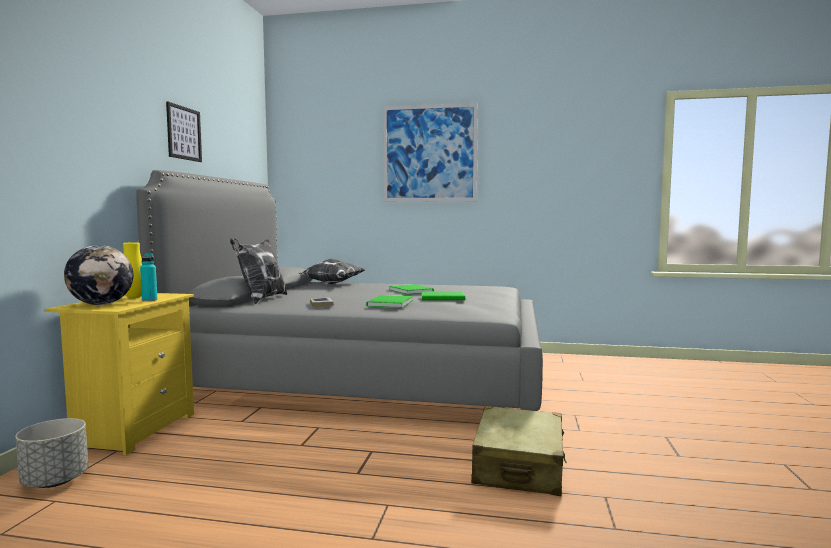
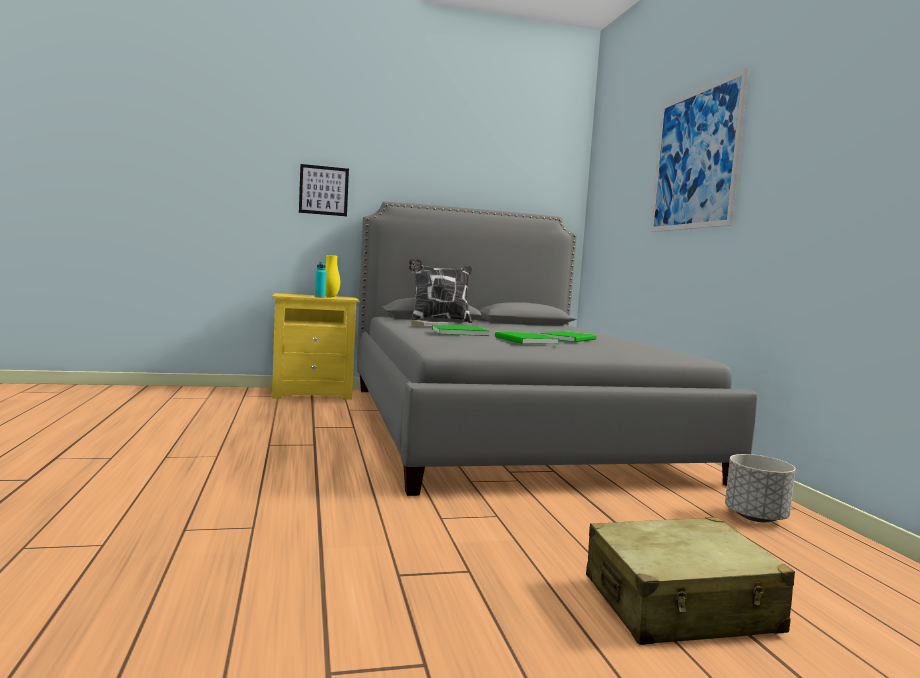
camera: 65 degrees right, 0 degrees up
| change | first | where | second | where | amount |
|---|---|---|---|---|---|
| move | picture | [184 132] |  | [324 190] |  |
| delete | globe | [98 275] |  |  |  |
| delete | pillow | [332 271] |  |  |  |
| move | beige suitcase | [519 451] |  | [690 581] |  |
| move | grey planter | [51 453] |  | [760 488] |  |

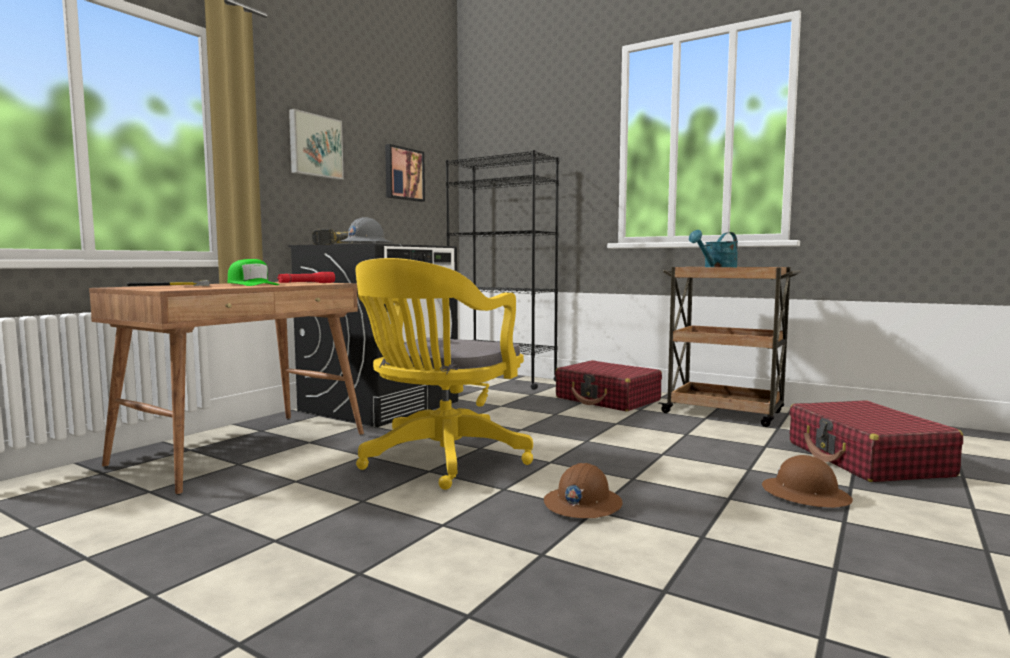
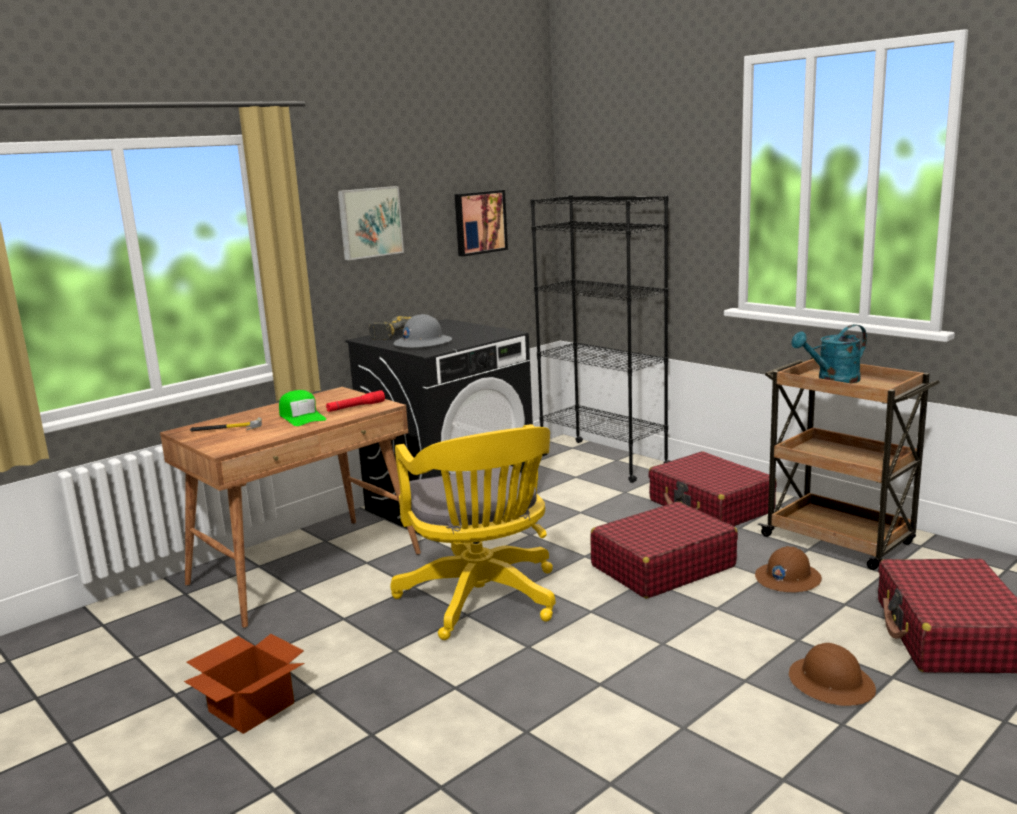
camera: 15 degrees right, 10 degrees up
| change | first | where | second | where | amount |
|---|---|---|---|---|---|
| rotate | yellow office chair | [444 374] |  | [473 532] | 60 degrees counterclockwise |
| move | brown hard hat | [583 490] |  | [788 569] |  |
| insert |  |  | red suitcase | [664 550] |  |
| insert |  |  | cardboard box | [244 684] |  |

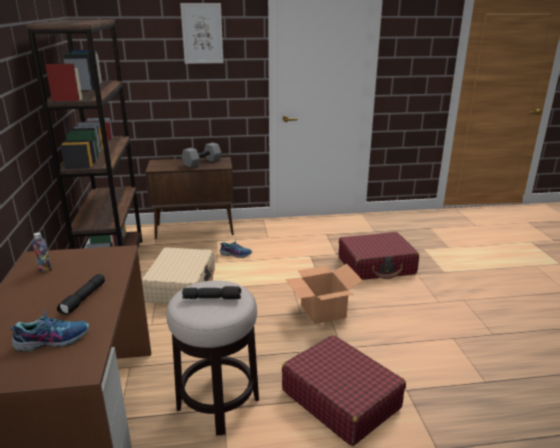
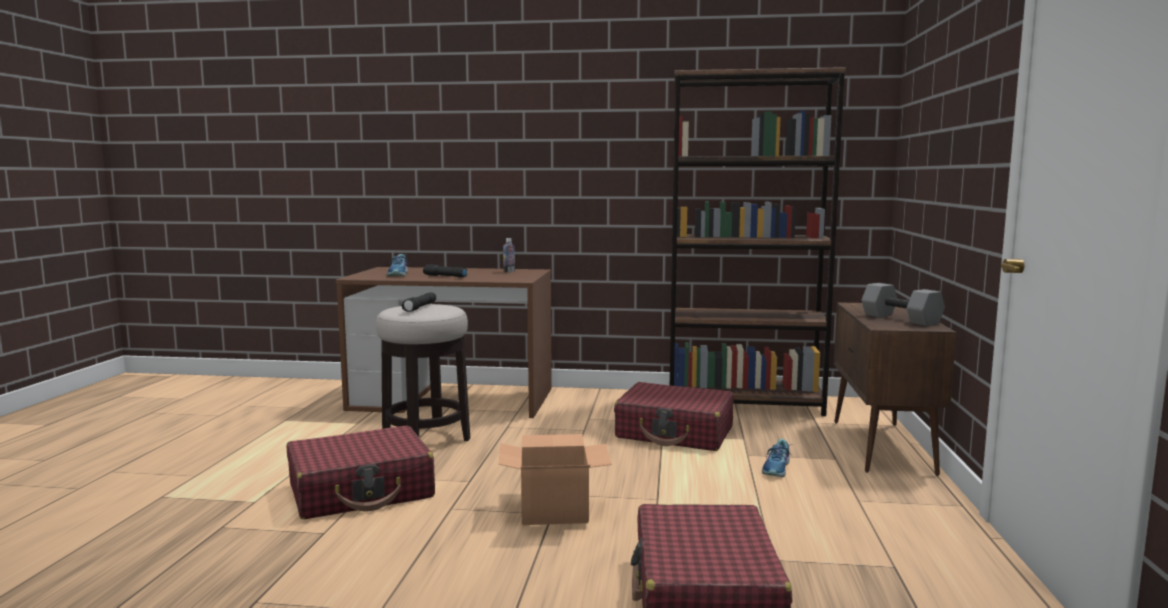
camera: 105 degrees right, 15 degrees down
| change | first | where | second | where | amount |
|---|---|---|---|---|---|
| delete | picture | [201 33] |  |  |  |
| recolor | beige suitcase | [178 275] | red suitcase | [674 416] |  |

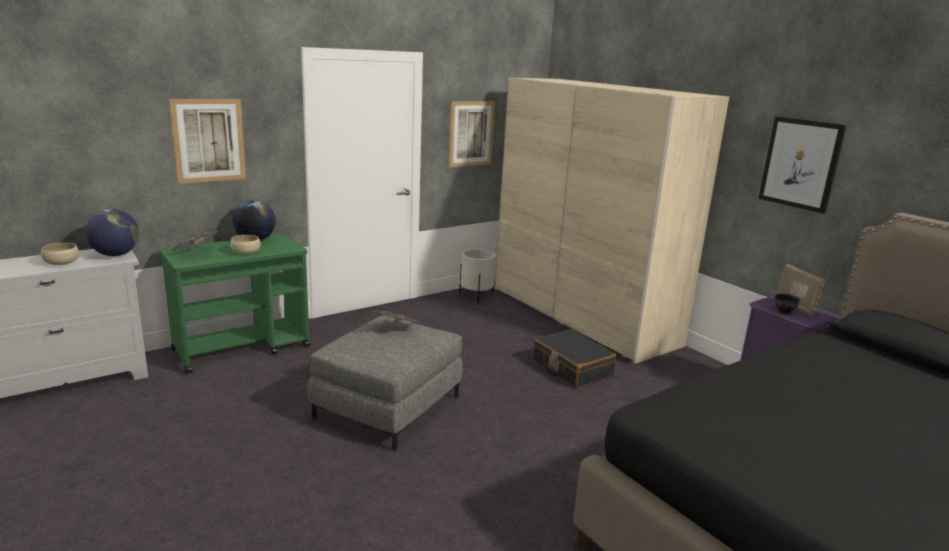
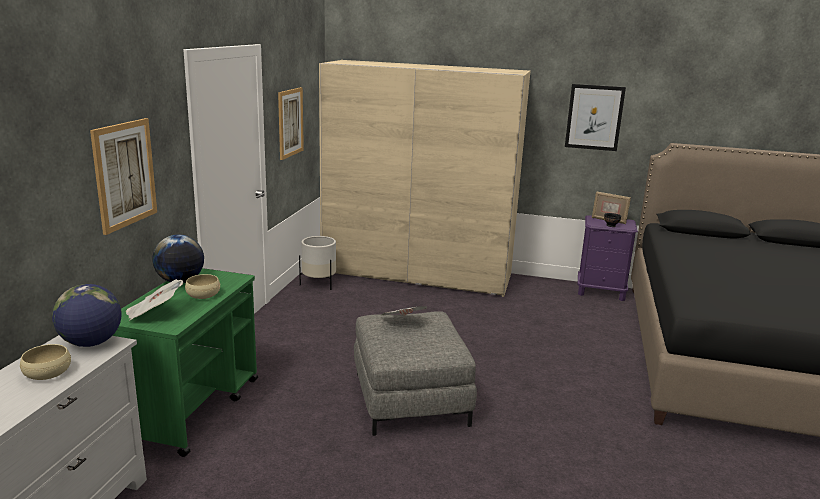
camera: 40 degrees left, 0 degrees up
| change | first | where | second | where | amount |
|---|---|---|---|---|---|
| delete | black suitcase | [575 358] |  |  |  |

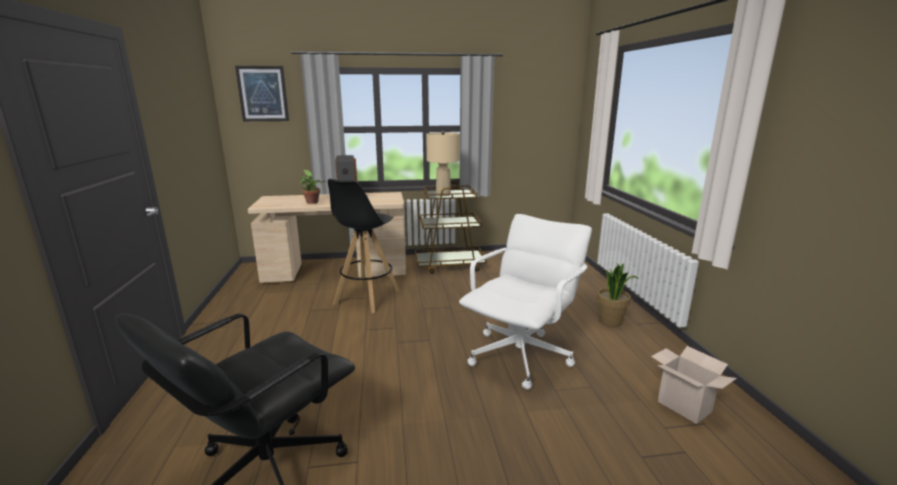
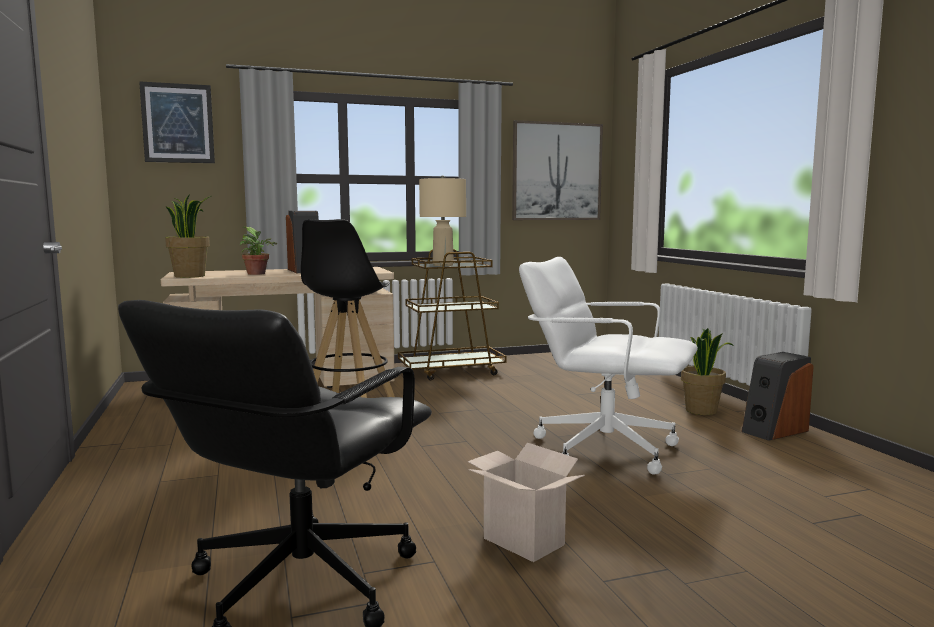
camera: 10 degrees left, 10 degrees down
| change | first | where | second | where | amount |
|---|---|---|---|---|---|
| rotate | white office chair | [525 302] |  | [608 365] | 90 degrees counterclockwise |
| move | cardboard box | [694 385] |  | [526 502] |  |
| insert |  |  | picture | [557 170] |  |
| insert |  |  | potted plant | [188 236] |  |
| insert |  |  | speaker | [777 396] |  |

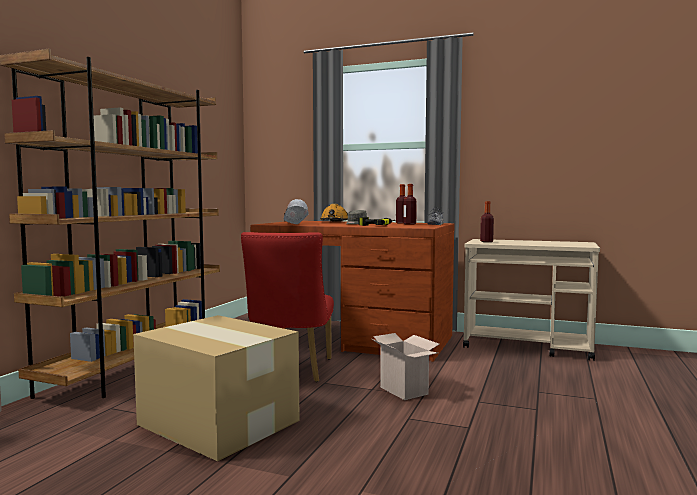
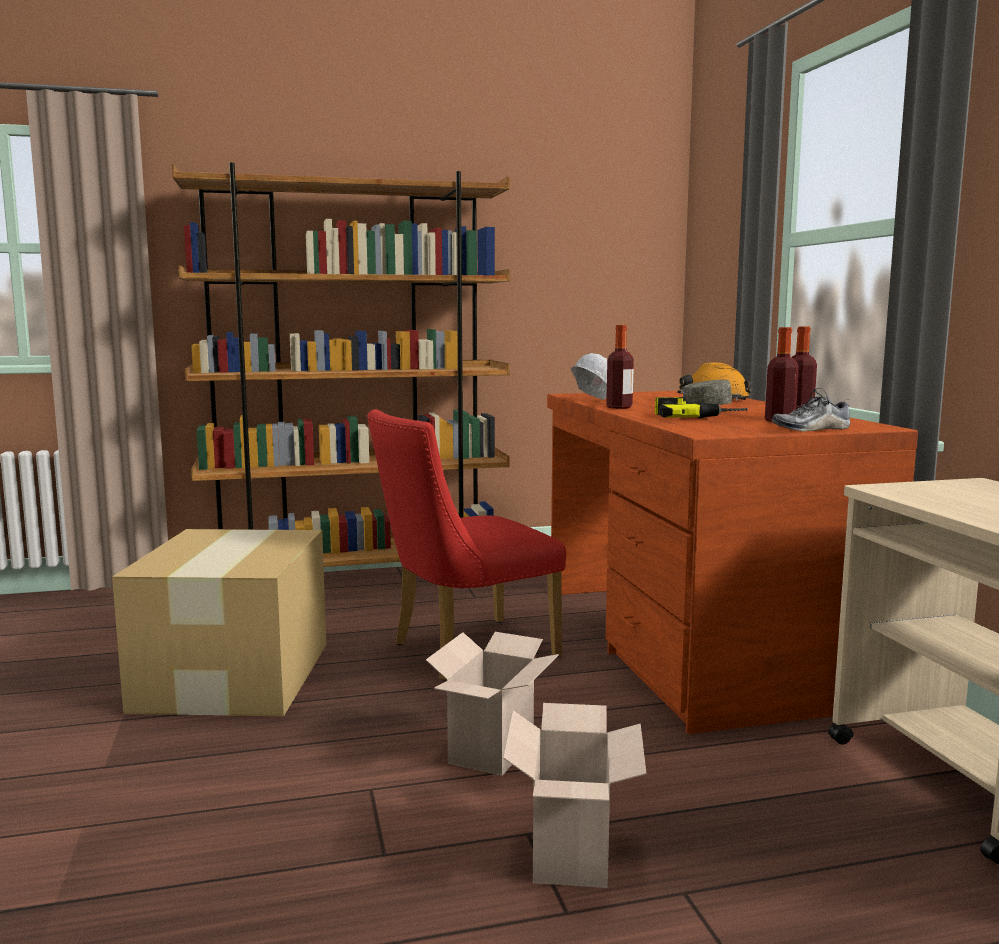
camera: 55 degrees right, 5 degrees up
| change | first | where | second | where | amount |
|---|---|---|---|---|---|
| move | bottle | [487 221] |  | [620 367] |  |
| insert |  |  | cardboard box | [574 795] |  |

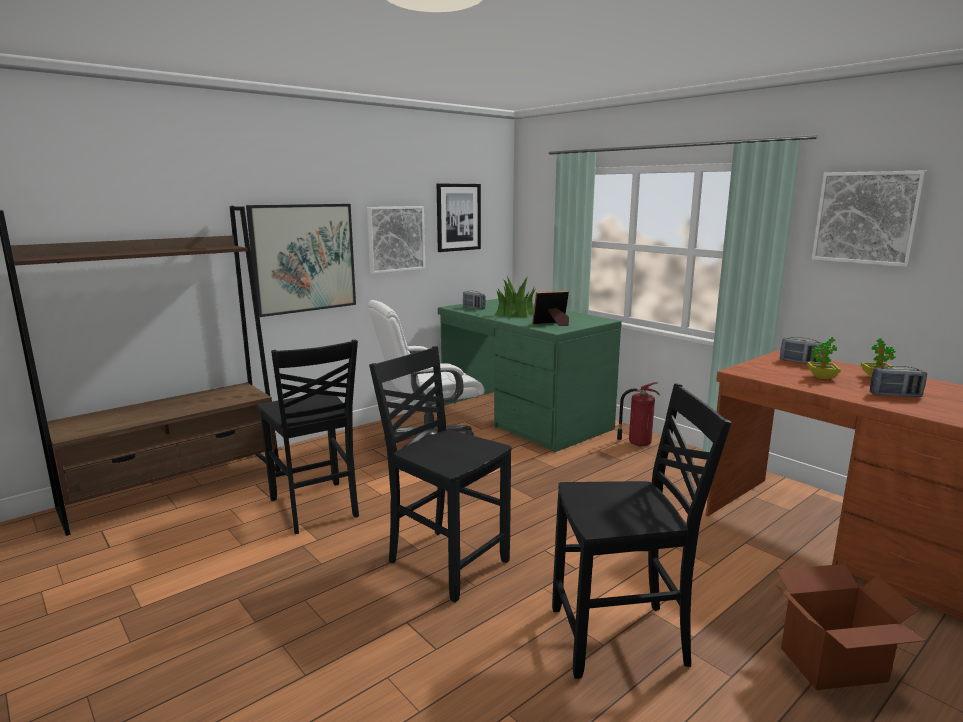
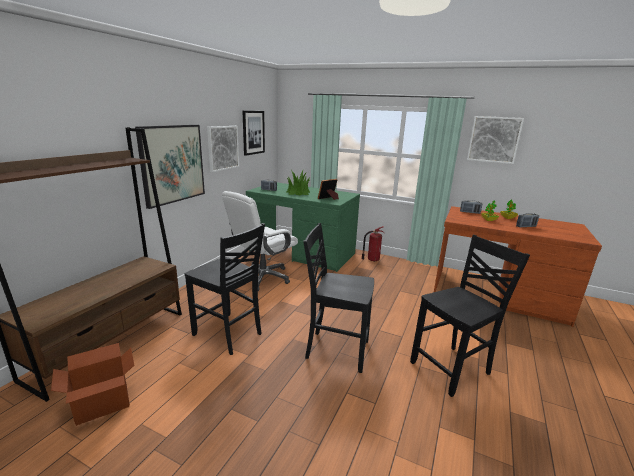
camera: 25 degrees left, 5 degrees up
| change | first | where | second | where | amount |
|---|---|---|---|---|---|
| move | cardboard box | [850 627] |  | [92 384] |  |

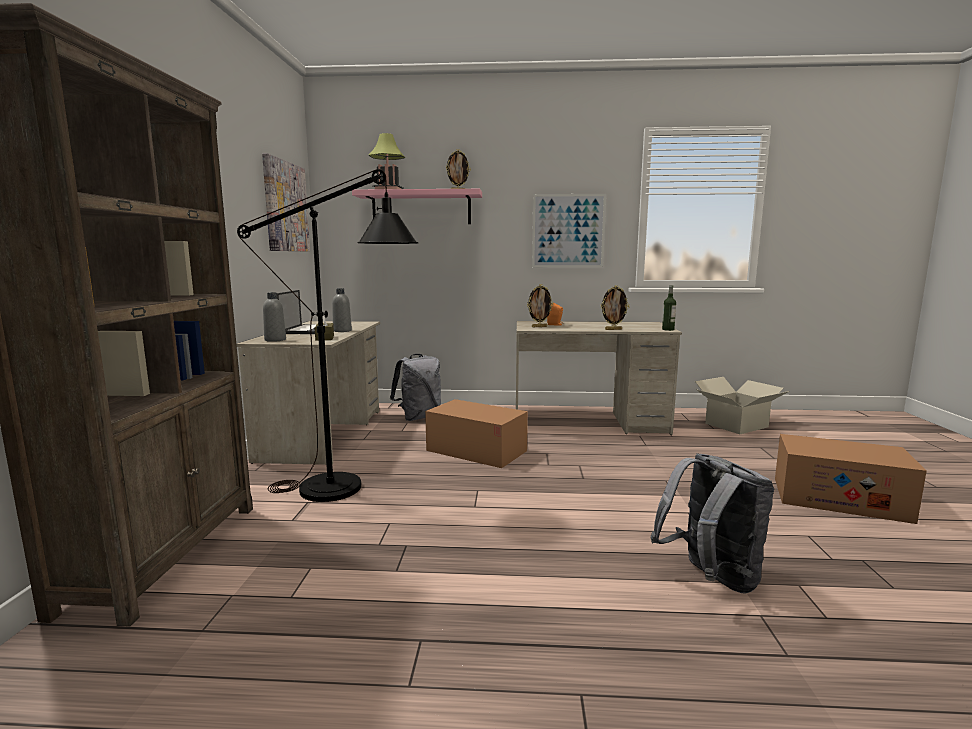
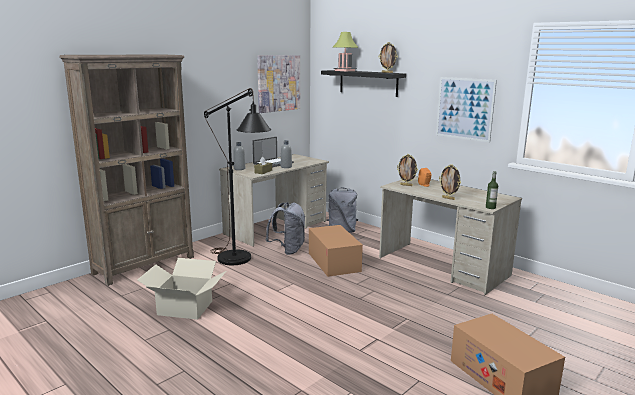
camera: 40 degrees right, 5 degrees up
| change | first | where | second | where | amount |
|---|---|---|---|---|---|
| recolor | pink shelf | [417 206] | black shelf | [363 83] |  |
| move | cardboard box | [742 405] |  | [181 289] |  |
| move | grey backpack | [712 523] |  | [285 228] |  |

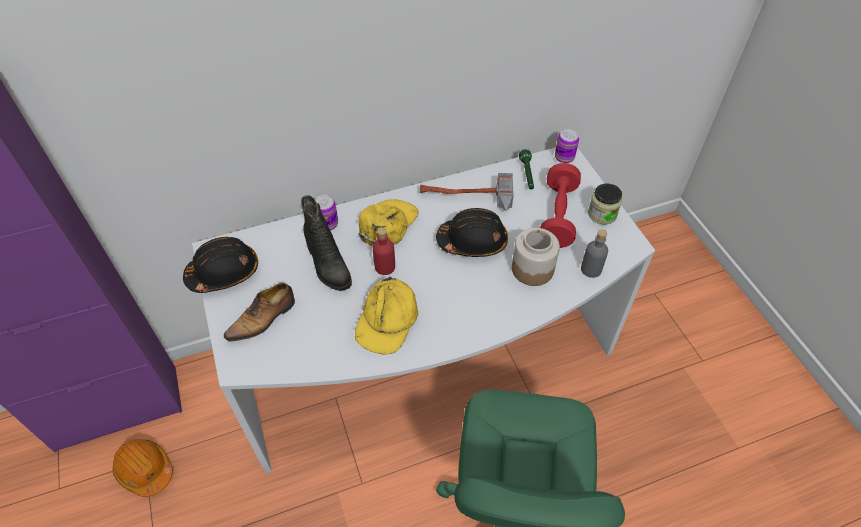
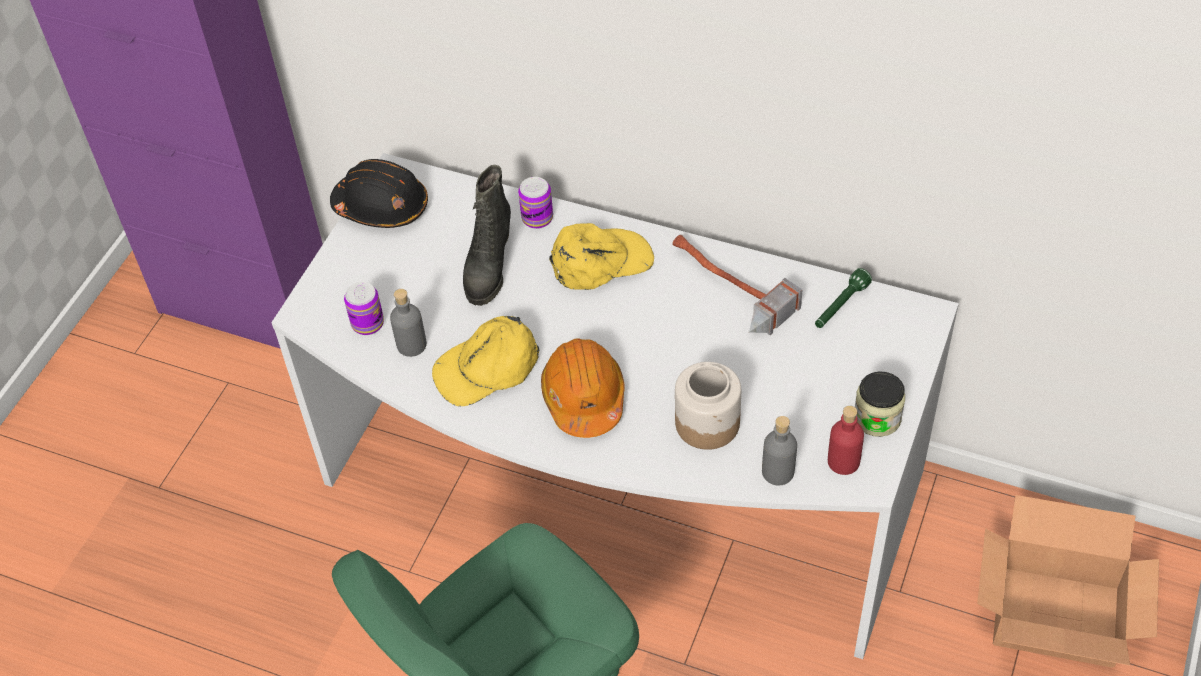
camera: 45 degrees right, 0 degrees up
| change | first | where | second | where | amount |
|---|---|---|---|---|---|
| move | can | [567 146] |  | [364 308] |  |
| delete | red dumbbell | [560 205] |  |  |  |
| delete | black hard hat | [472 232] |  |  |  |
| move | red bottle | [384 251] |  | [846 440] |  |
| delete | shoe | [259 312] |  |  |  |
| move | orange hard hat | [143 468] |  | [583 388] |  |
| insert |  |  | grey bottle | [408 323] |  |
| insert |  |  | cardboard box | [1068 581] |  |

